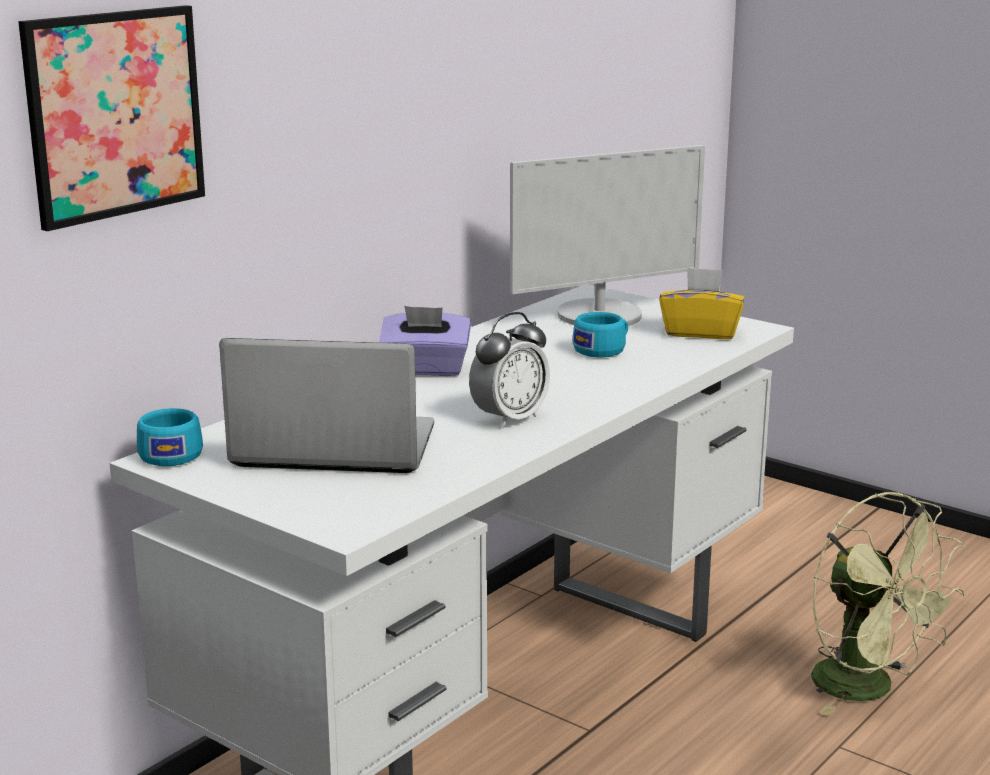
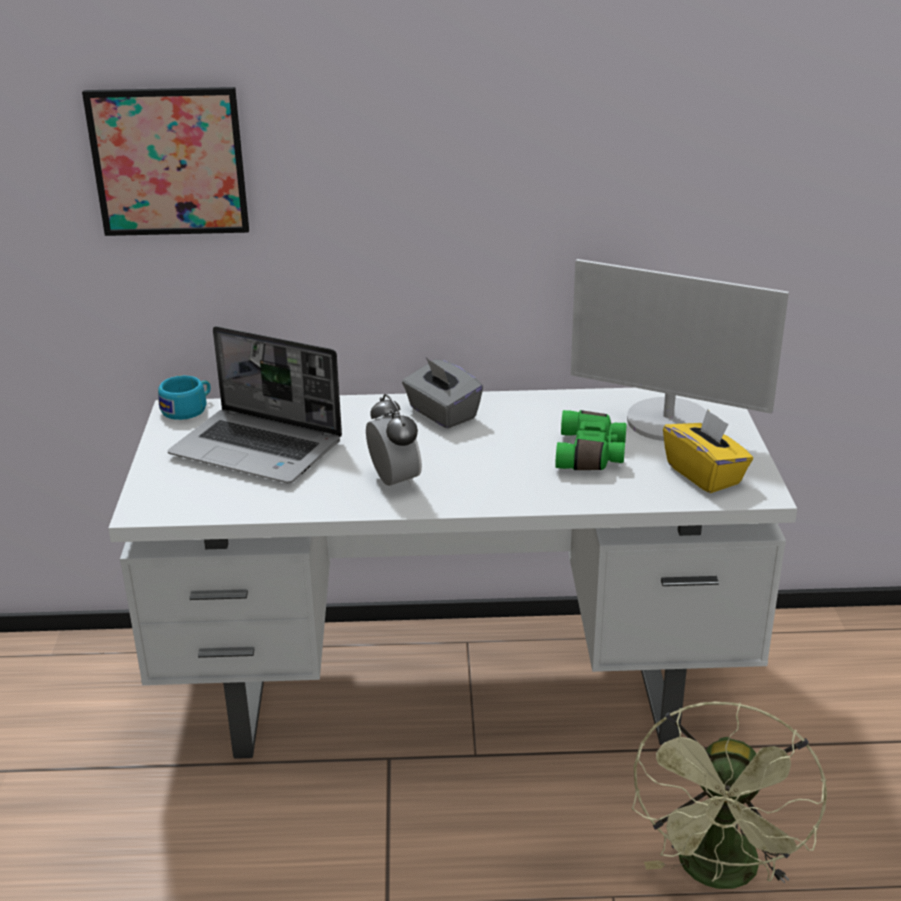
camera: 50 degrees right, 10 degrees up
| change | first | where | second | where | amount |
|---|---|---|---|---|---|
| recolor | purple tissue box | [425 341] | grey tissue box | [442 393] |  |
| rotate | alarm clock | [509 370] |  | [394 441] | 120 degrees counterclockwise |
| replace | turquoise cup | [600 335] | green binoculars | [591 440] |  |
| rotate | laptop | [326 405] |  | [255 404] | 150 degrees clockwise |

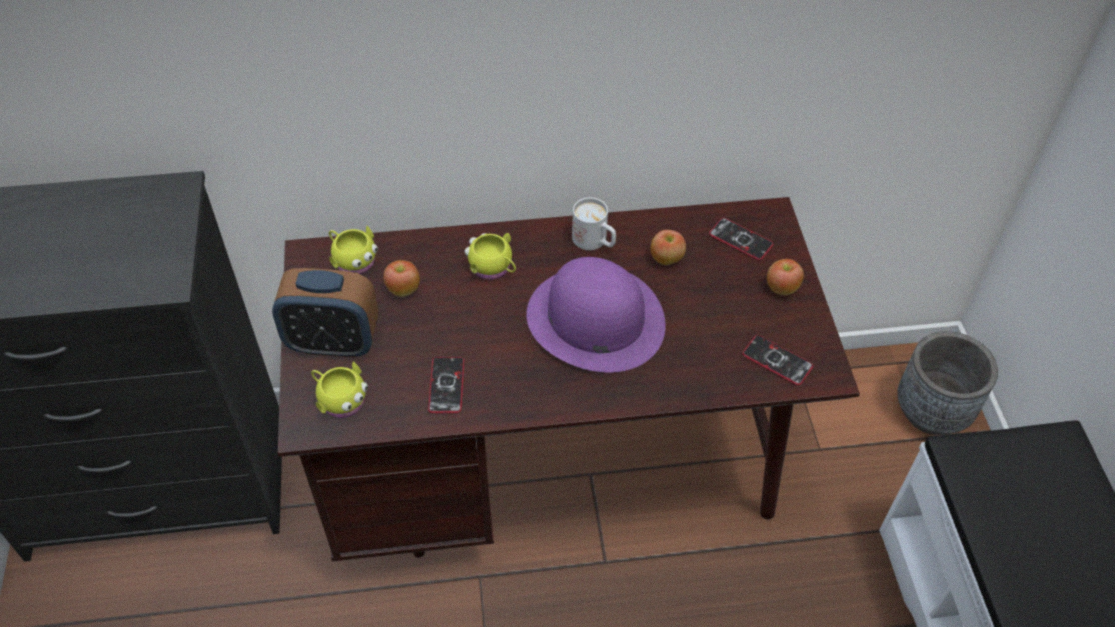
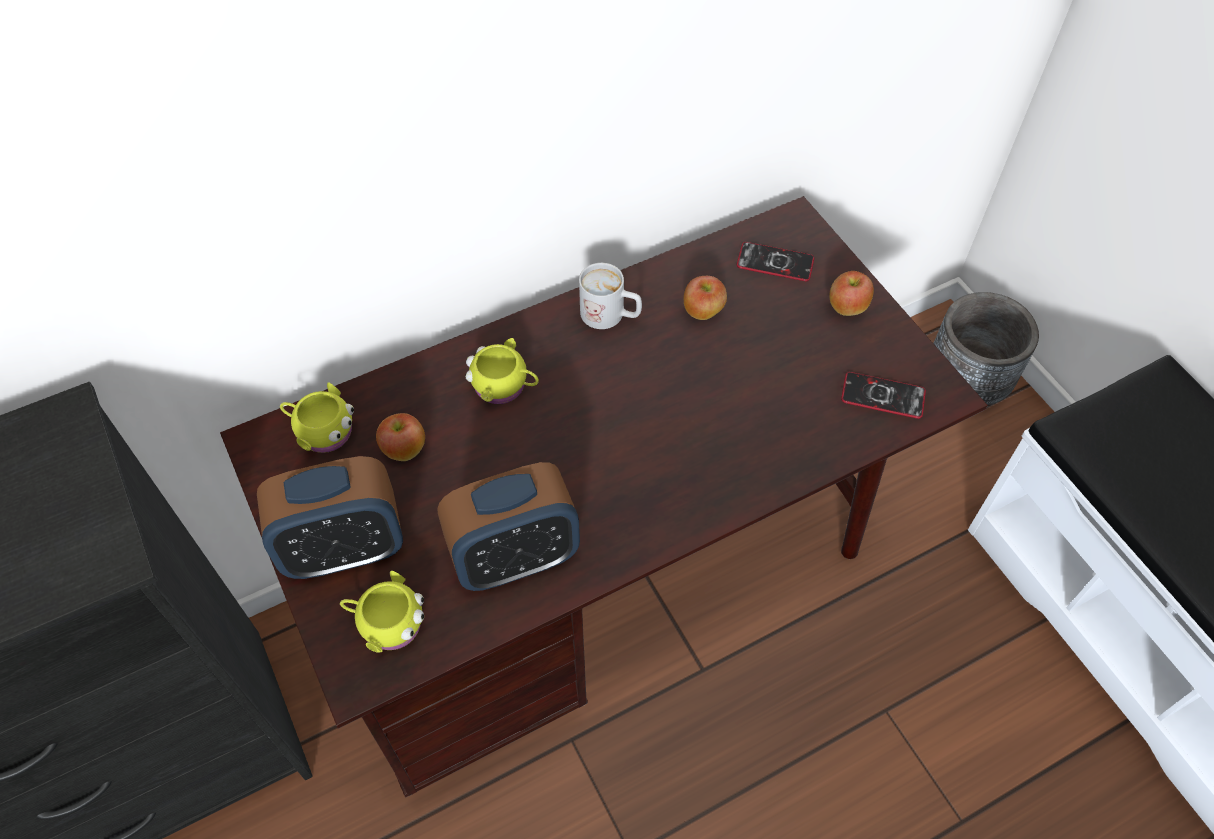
camera: 20 degrees left, 5 degrees up
| change | first | where | second | where | amount |
|---|---|---|---|---|---|
| delete | purple hat | [595 314] |  |  |  |
| replace | phone | [446 385] | alarm clock | [508 526] |  |

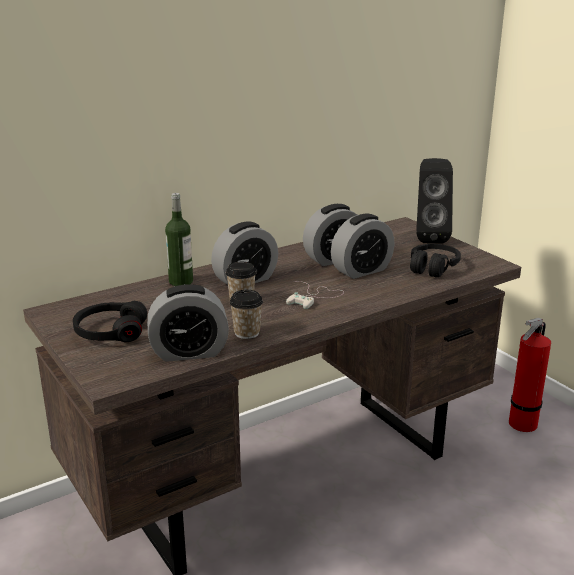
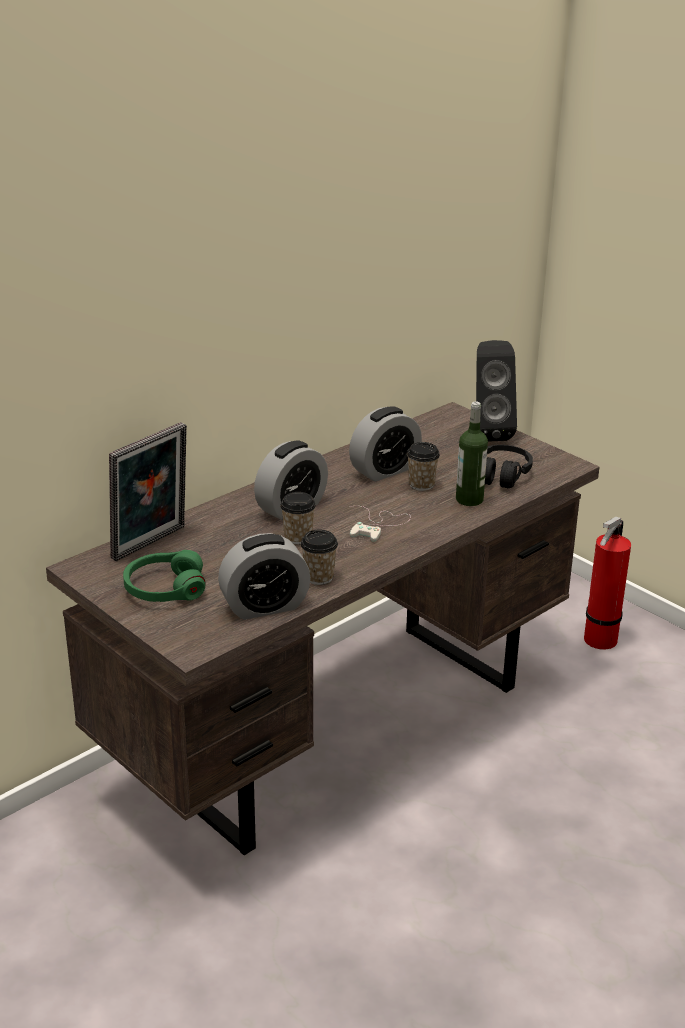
camera: 10 degrees left, 5 degrees up
| change | first | where | second | where | amount |
|---|---|---|---|---|---|
| move | bottle | [179 239] |  | [472 454] |  |
| replace | alarm clock | [362 246] | cup | [423 466] |  |
| recolor | black headphones | [110 321] | green headphones | [164 576] |  |
| insert |  |  | picture frame | [148 491] |  |

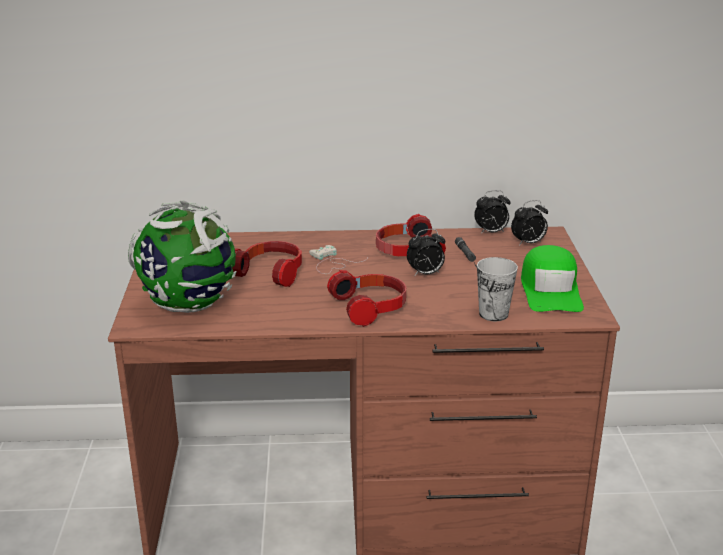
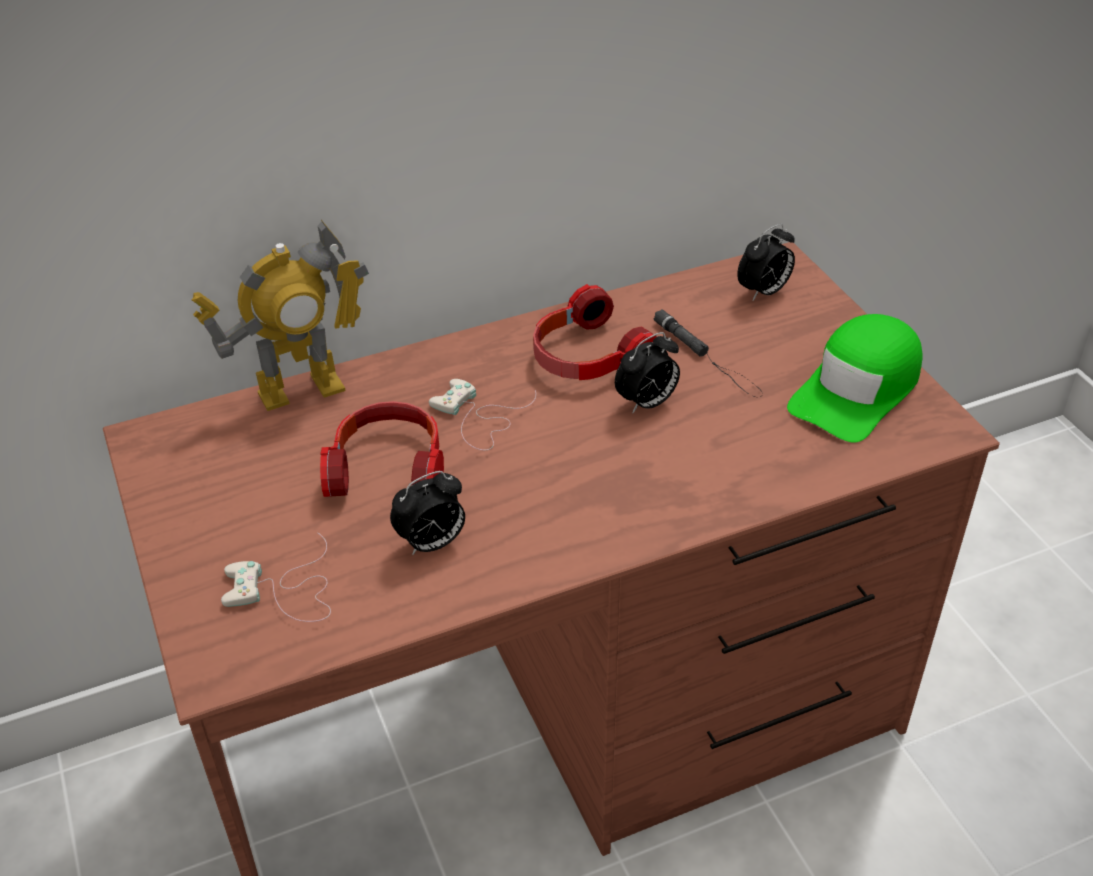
camera: 20 degrees left, 15 degrees up
| change | first | where | second | where | amount |
|---|---|---|---|---|---|
| move | alarm clock | [492 212] |  | [427 513] |  |
| replace | globe | [182 256] | white game controller | [276 577] |  |
| rotate | green cap | [552 278] |  | [855 378] | 60 degrees clockwise |
| delete | cup | [497 289] |  |  |  |
| delete | headphones | [366 298] |  |  |  |
| insert |  |  | toy robot | [280 315] |  |

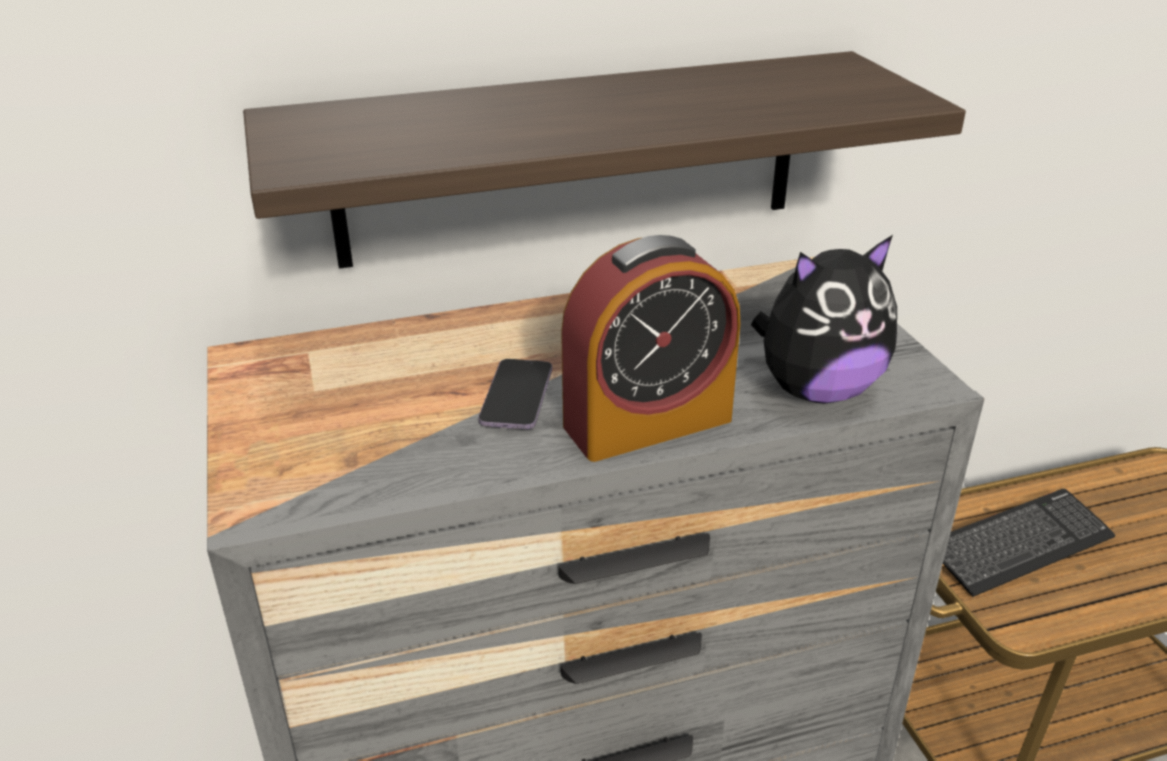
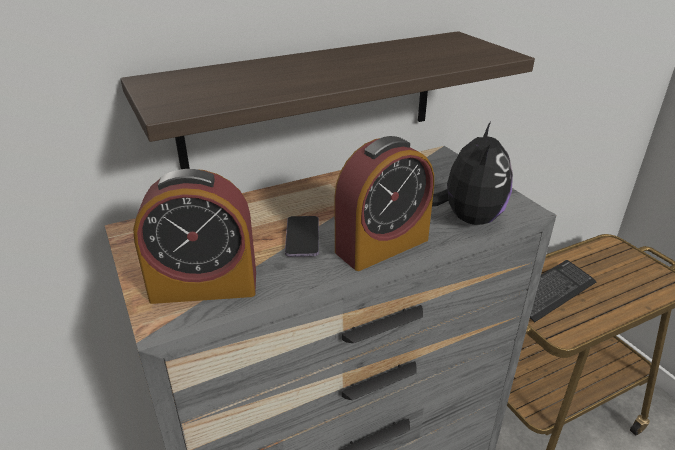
camera: 10 degrees left, 0 degrees up
| change | first | where | second | where | amount |
|---|---|---|---|---|---|
| rotate | plush toy | [824 319] |  | [472 173] | 45 degrees counterclockwise |
| insert |  |  | alarm clock | [194 236] |  |

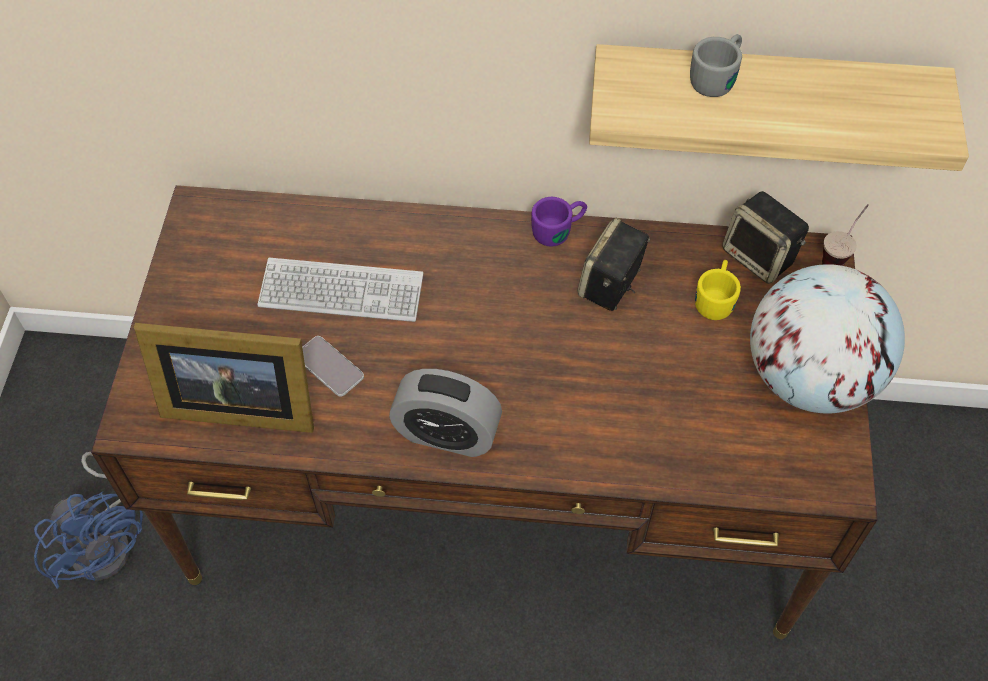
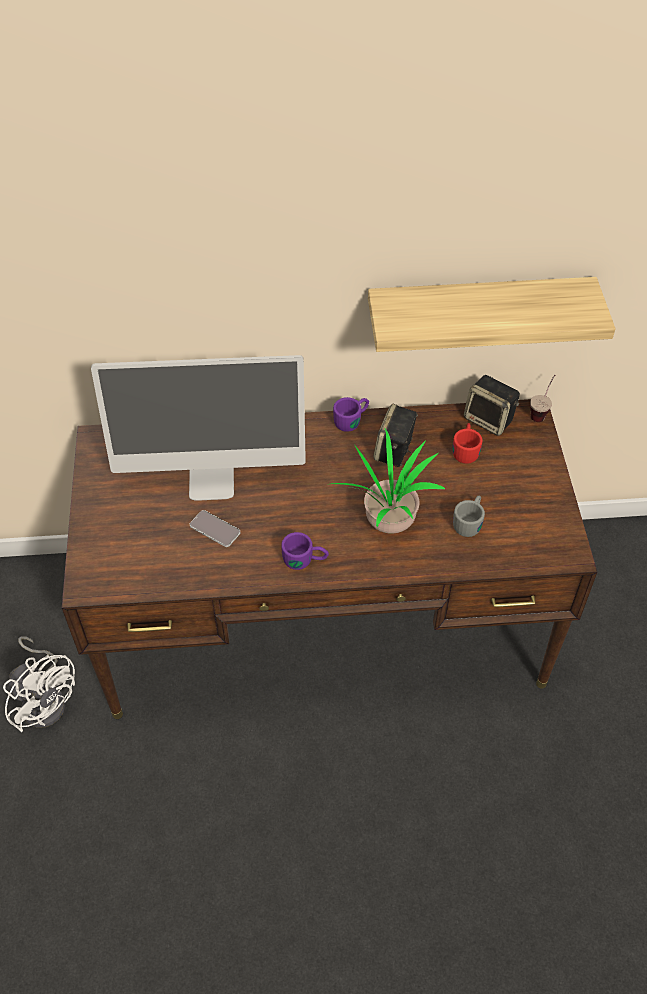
camera: 10 degrees left, 5 degrees down
| change | first | where | second | where | amount |
|---|---|---|---|---|---|
| move | grey mug | [716 65] |  | [469 516] |  |
| replace | keyboard | [340 290] | monitor | [198 428] |  |
| recolor | yellow mug | [718 290] | red mug | [467 443] |  |
| delete | globe | [827 338] |  |  |  |
| delete | picture frame | [224 378] |  |  |  |
| replace | alarm clock | [445 413] | purple mug | [305 551] |  |
| recolor | blue fan | [88 520] | white fan | [39 684] |  |
| insert |  |  | potted plant | [388 481] |  |

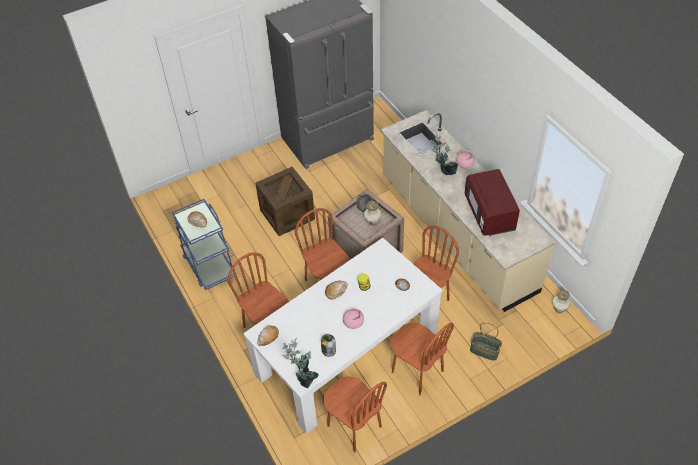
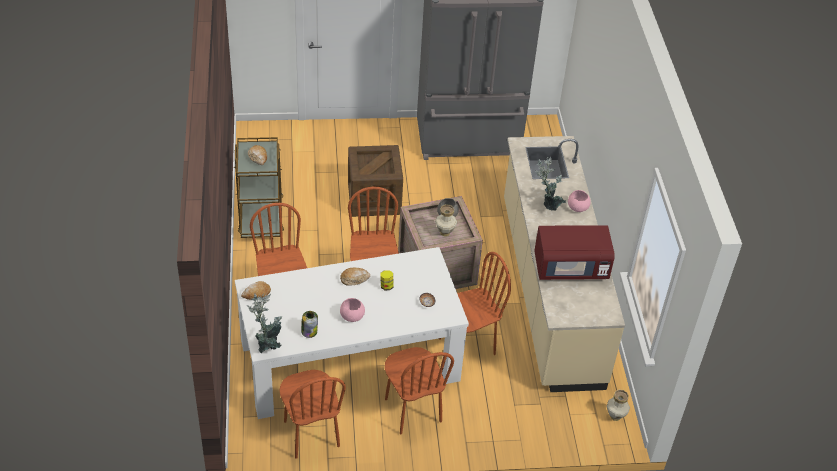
camera: 20 degrees right, 5 degrees down
| change | first | where | second | where | amount |
|---|---|---|---|---|---|
| rotate | red microwave | [492 202] |  | [574 252] | 105 degrees counterclockwise |
| recolor | blue cart | [203 244] | brown cart | [259 187] |  |
| delete | basket | [486 341] |  |  |  |

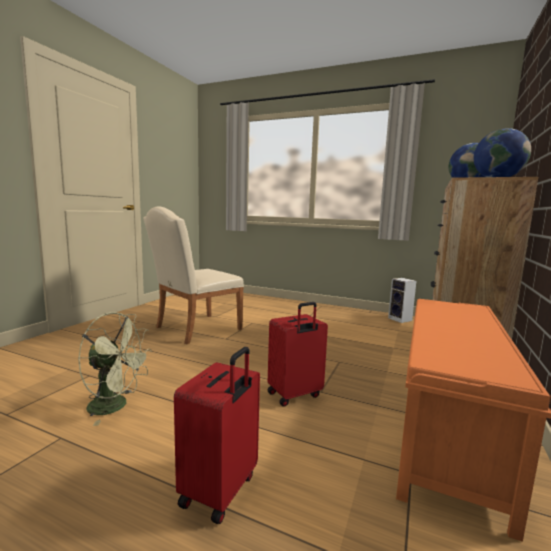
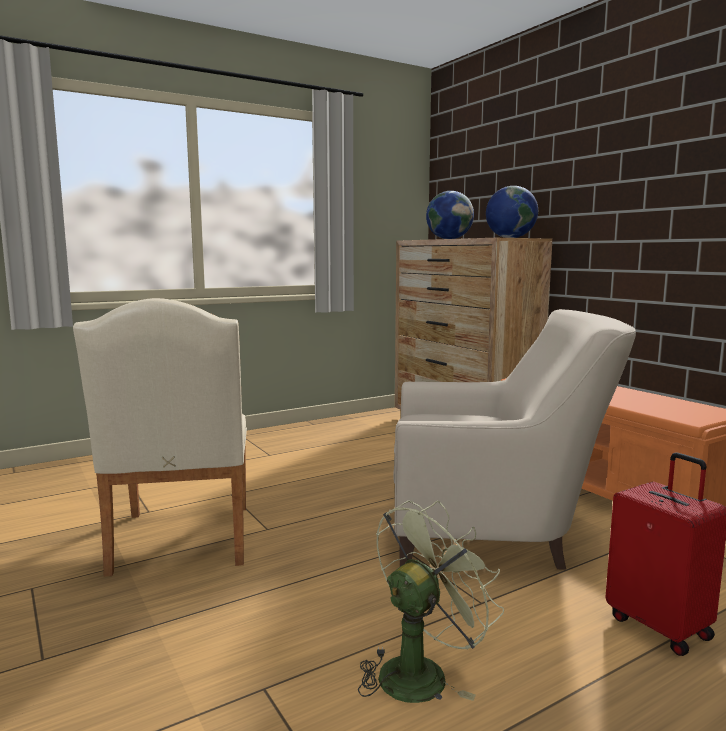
camera: 55 degrees left, 0 degrees up
| change | first | where | second | where | amount |
|---|---|---|---|---|---|
| delete | speaker | [402 300] |  |  |  |
| replace | red suitcase | [298 354] | beige armchair | [514 439] |  |

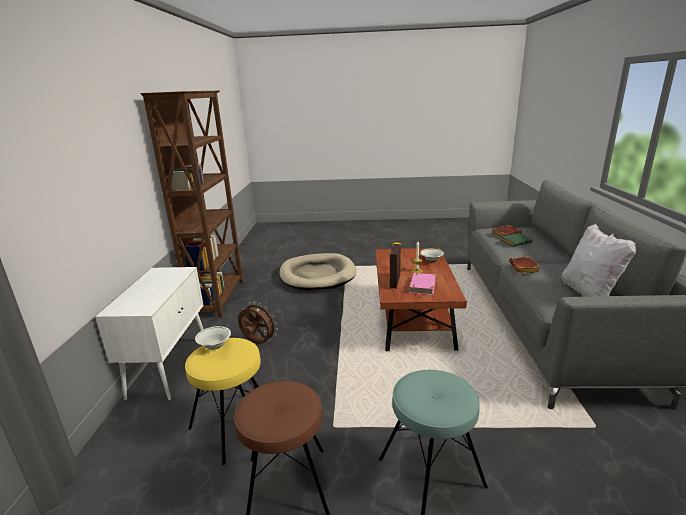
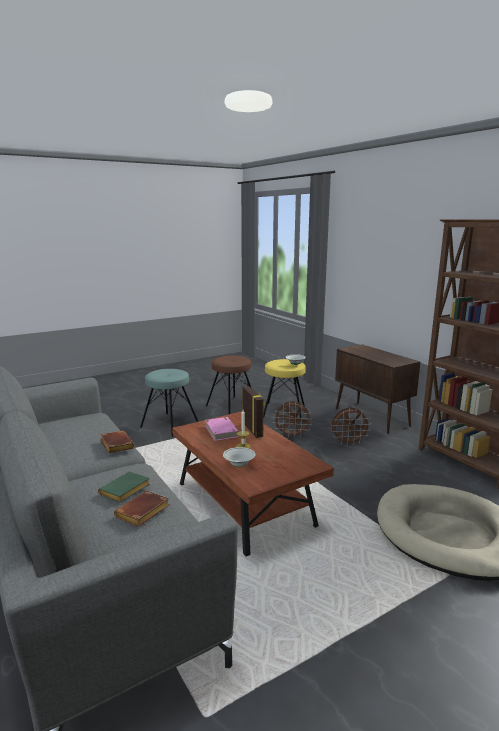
camera: 145 degrees right, 5 degrees down
| change | first | where | second | where | amount |
|---|---|---|---|---|---|
| delete | white pillow | [599 260] |  |  |  |
| recolor | white cabinet | [149 334] | brown cabinet | [377 389] |  |
| insert |  |  | brown fan | [292 418] |  |

